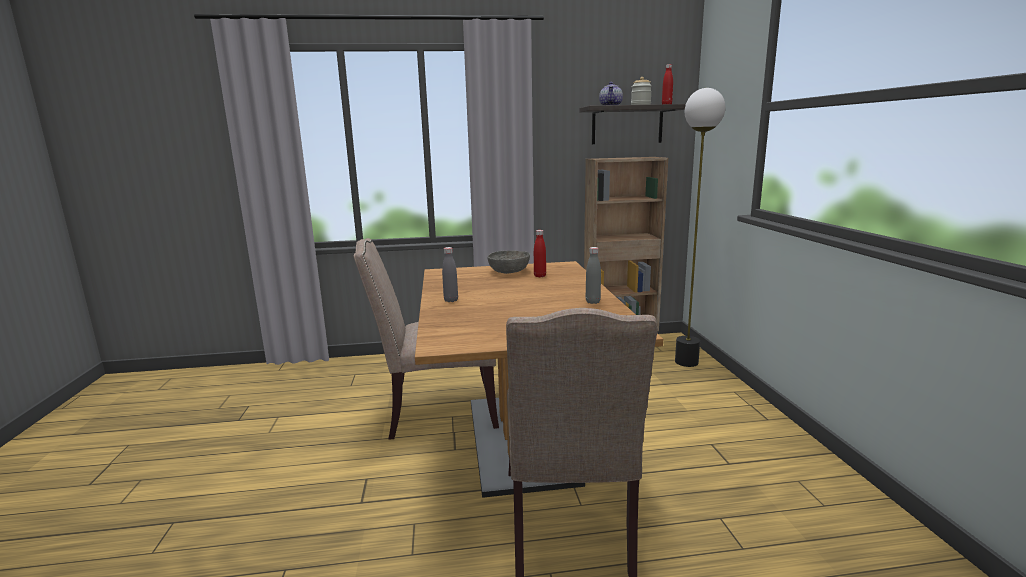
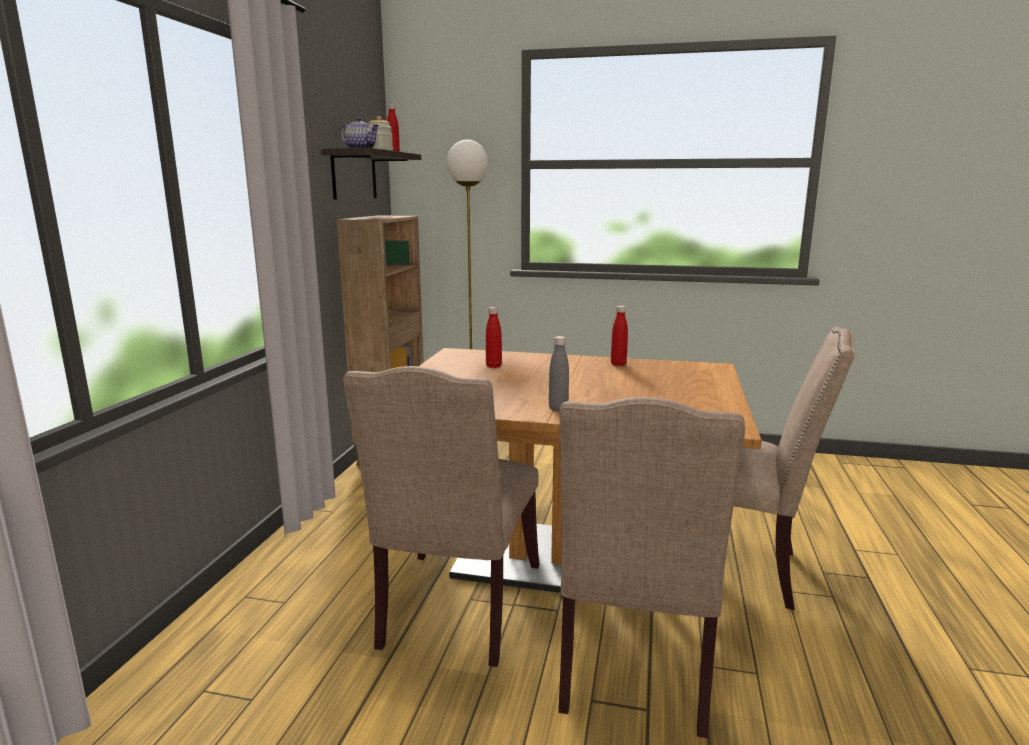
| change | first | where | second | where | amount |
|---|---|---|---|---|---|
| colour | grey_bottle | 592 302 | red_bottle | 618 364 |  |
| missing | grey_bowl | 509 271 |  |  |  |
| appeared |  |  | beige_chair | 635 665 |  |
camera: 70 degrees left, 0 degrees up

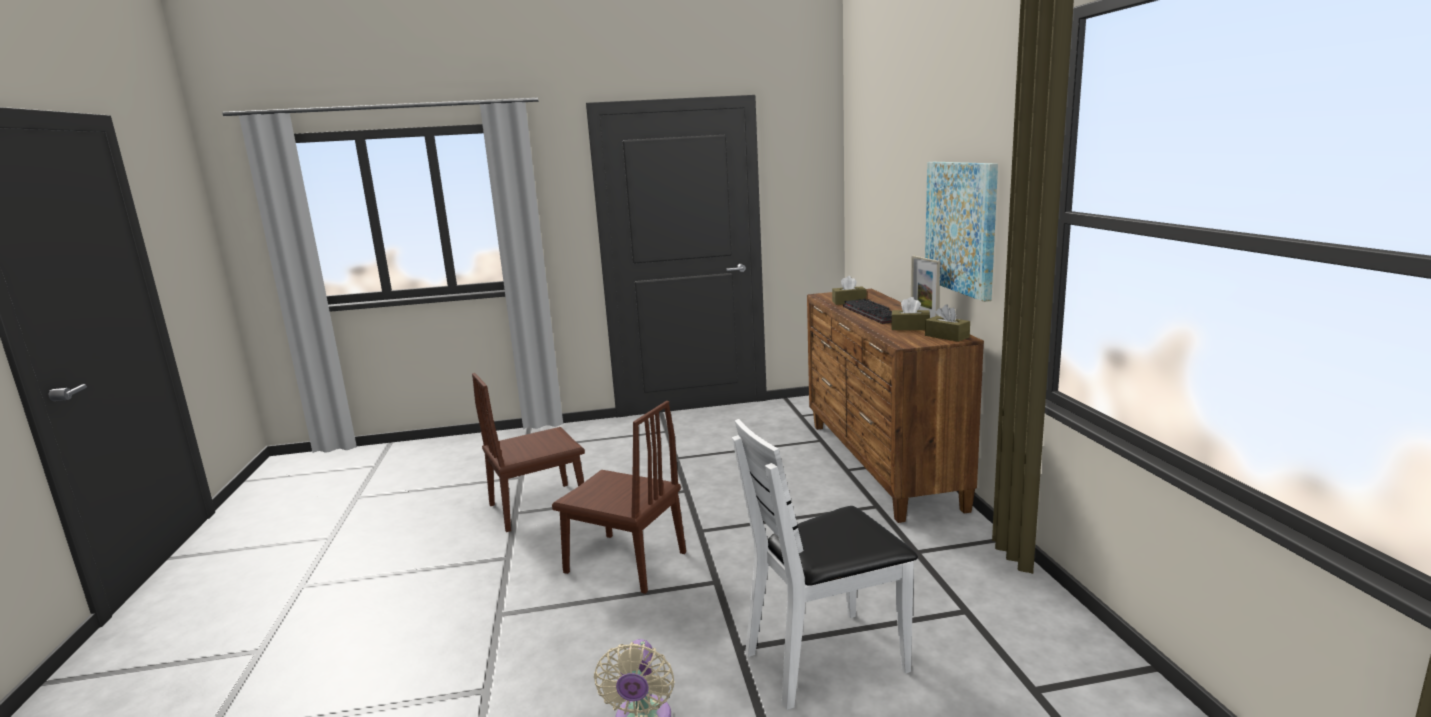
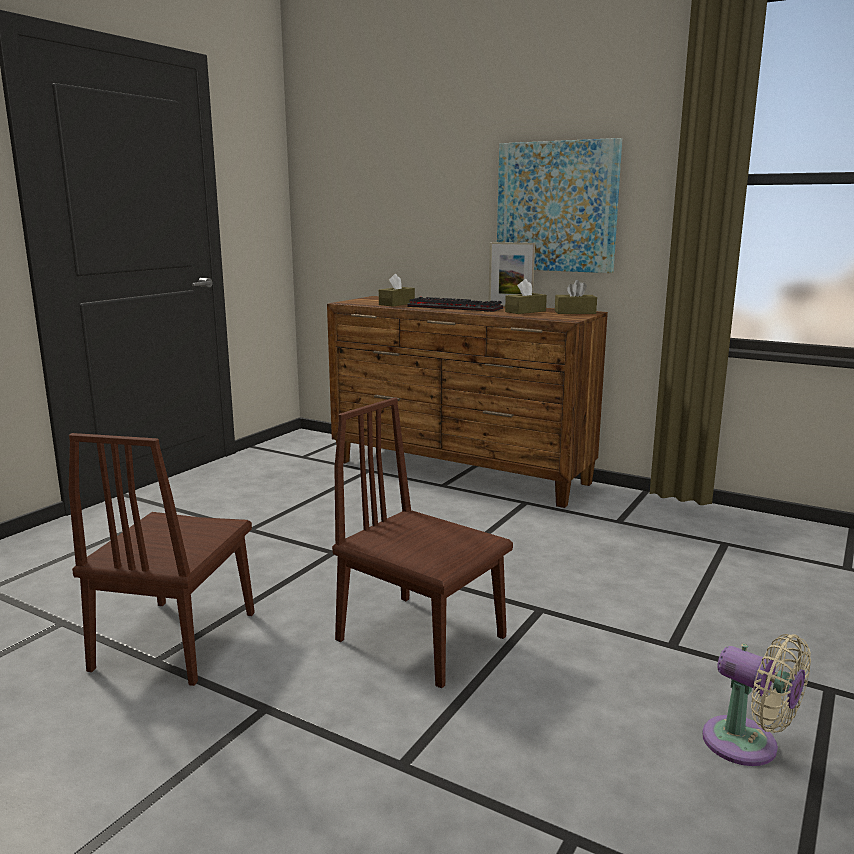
| change | first | where | second | where | amount |
|---|---|---|---|---|---|
| spun | brown_chair | 625 562 |  | 421 638 | 120 degrees counterclockwise |
| missing | white_chair | 826 659 |  |  |  |
camera: 50 degrees left, 0 degrees up

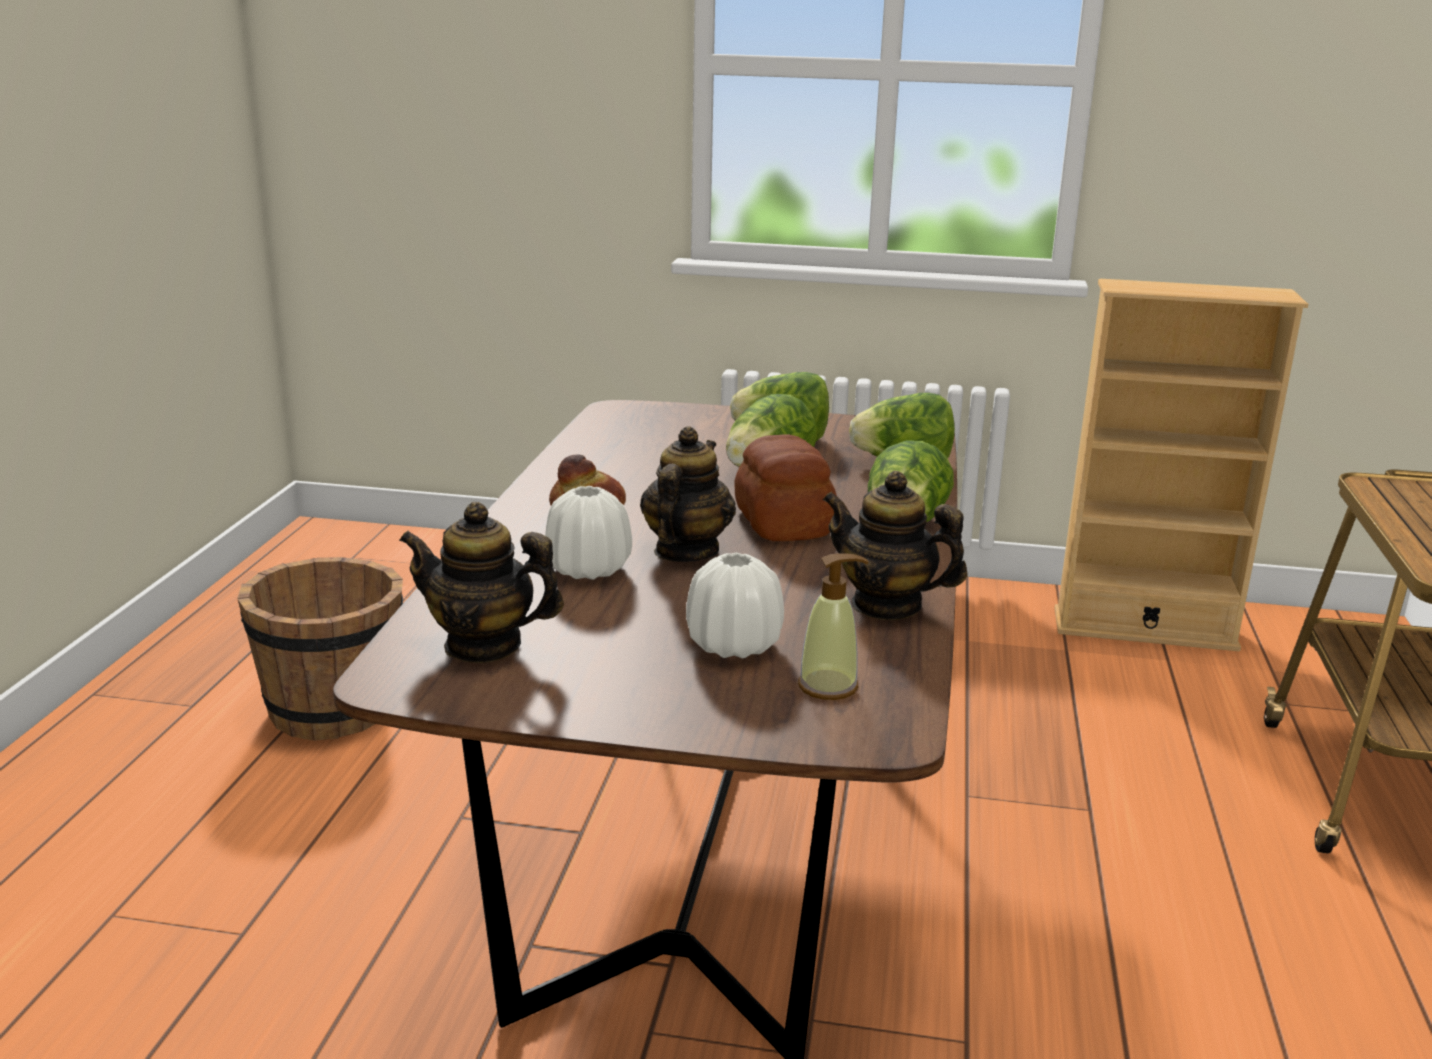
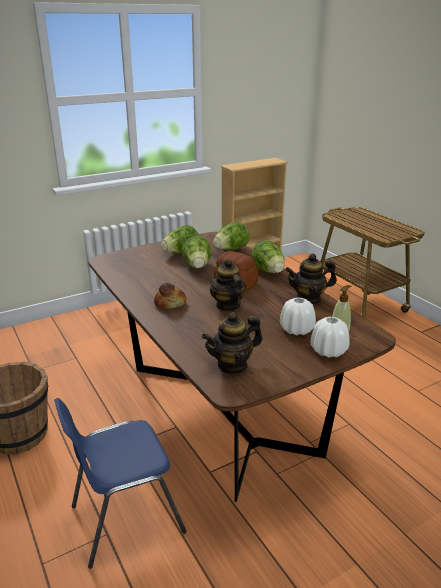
| change | first | where | second | where | amount |
|---|---|---|---|---|---|
| relocated | white_vase | 588 569 |  | 328 351 |  |
| appeared |  |  | blue_chair | 125 518 |  |
camera: 40 degrees left, 5 degrees up

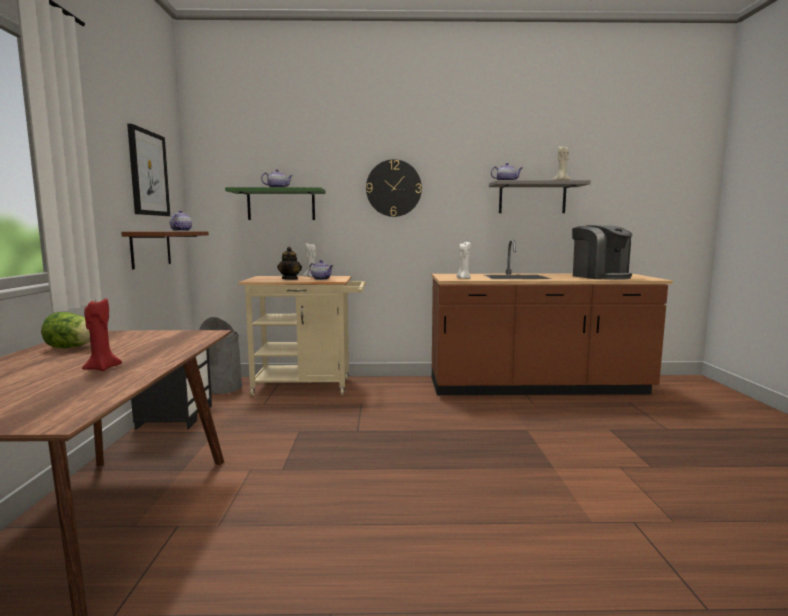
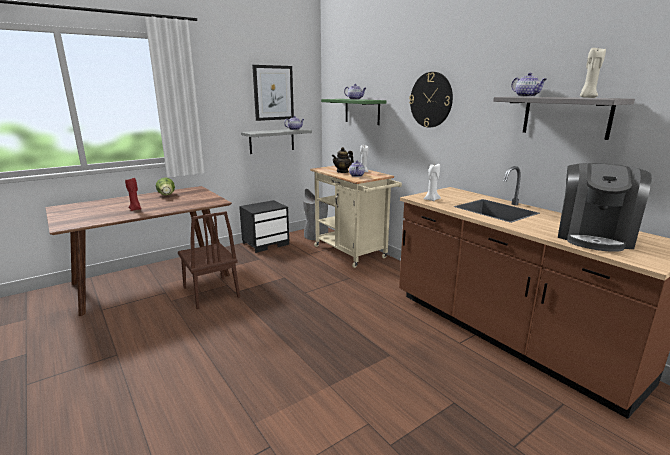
| change | first | where | second | where | amount |
|---|---|---|---|---|---|
| colour | brown_shelf | 151 249 | grey_shelf | 272 141 |  |
| appeared |  |  | brown_chair | 211 292 |  |
camera: 55 degrees right, 10 degrees up

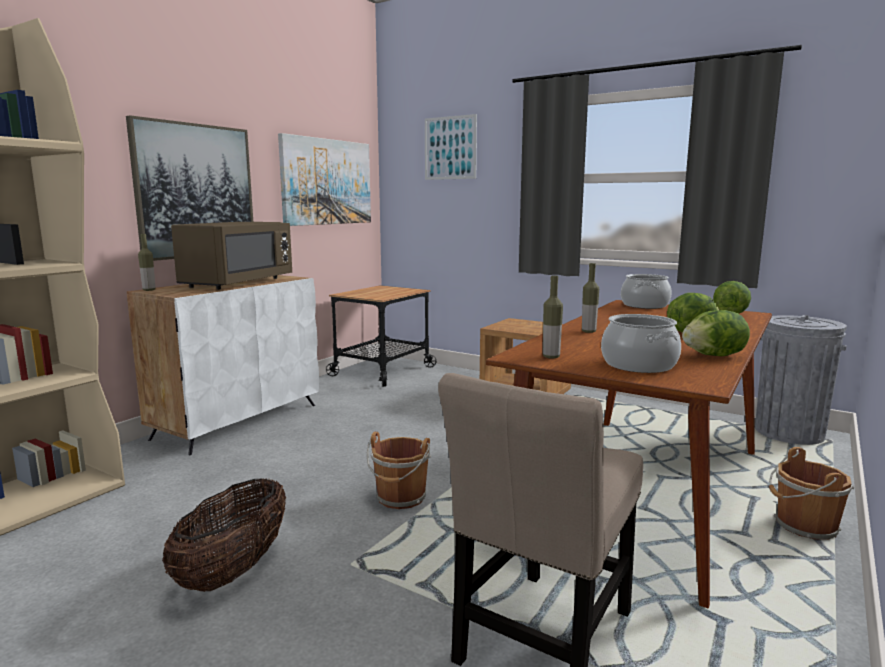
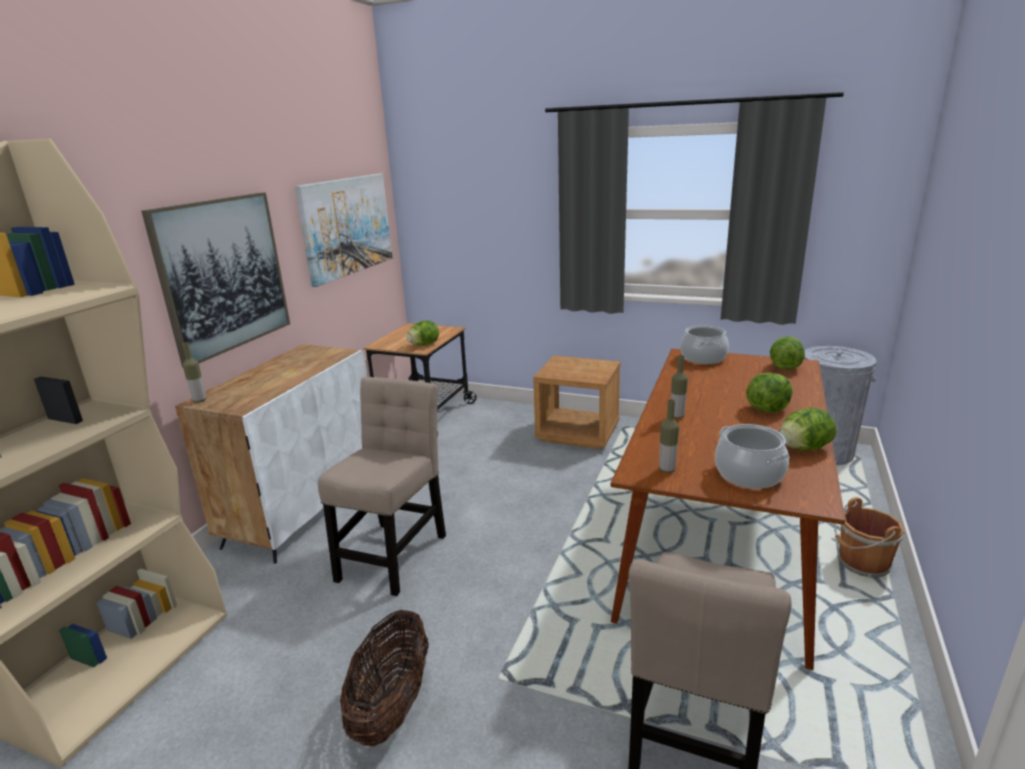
| change | first | where | second | where | amount |
|---|---|---|---|---|---|
| missing | picture | 450 148 |  |  |  |
| missing | brown_microwave | 238 283 |  |  |  |
| missing | brown_bucket | 400 498 |  |  |  |
| appeared |  |  | lettuce | 424 345 |  |
| appeared |  |  | beige_chair | 394 553 |  |
camera: 10 degrees left, 10 degrees up

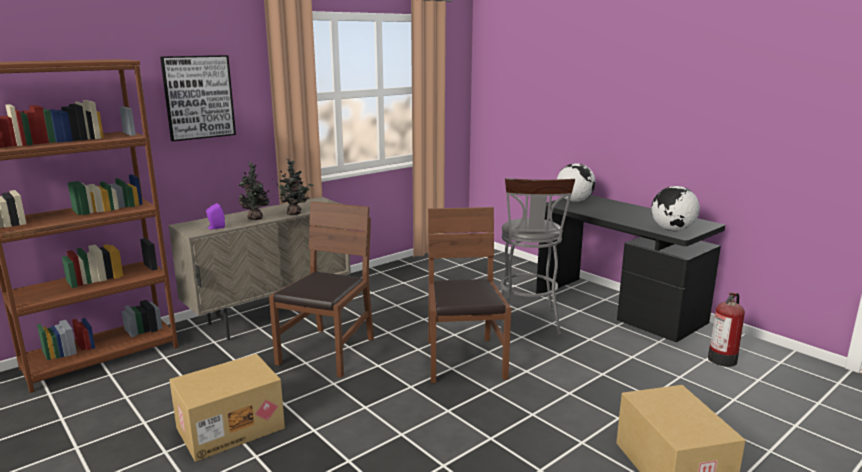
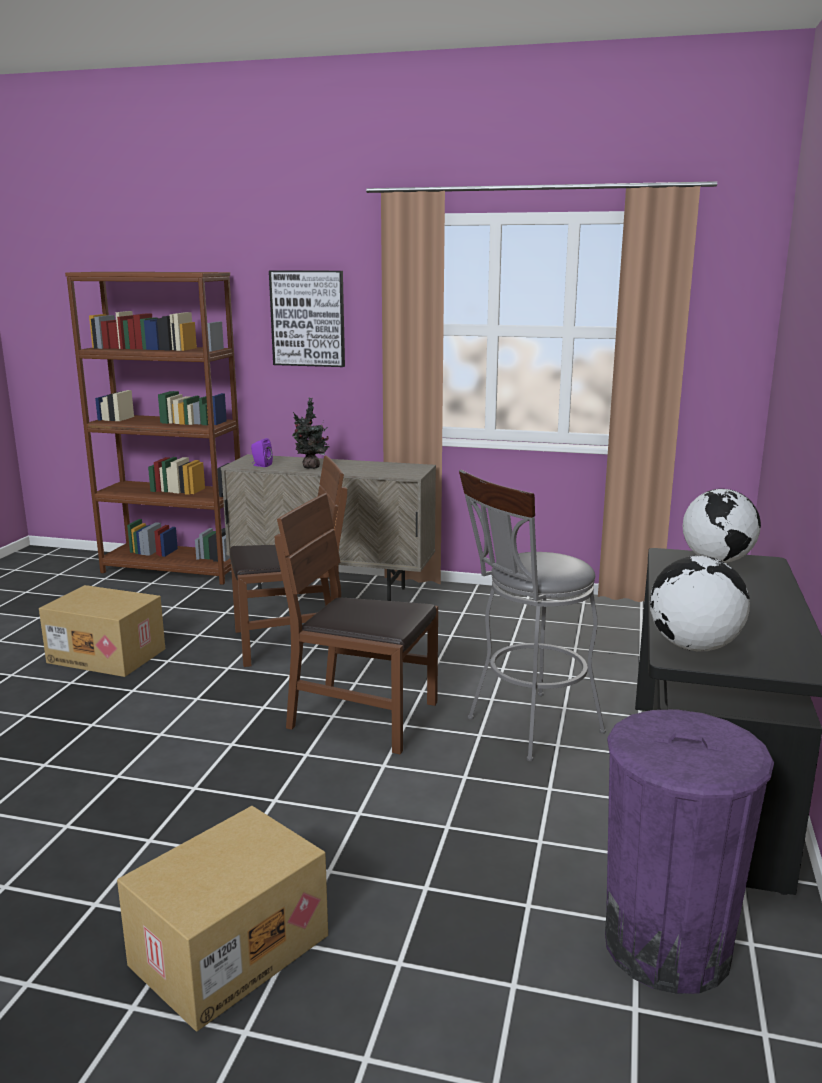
| change | first | where | second | where | amount |
|---|---|---|---|---|---|
| missing | potted_plant | 295 213 |  |  |  |
| spun | brown_chair | 464 359 |  | 363 716 | 120 degrees counterclockwise |
| exchanged | fire_extinguisher | 723 359 | purple_trash_can | 667 945 |  |
camera: 55 degrees right, 0 degrees up

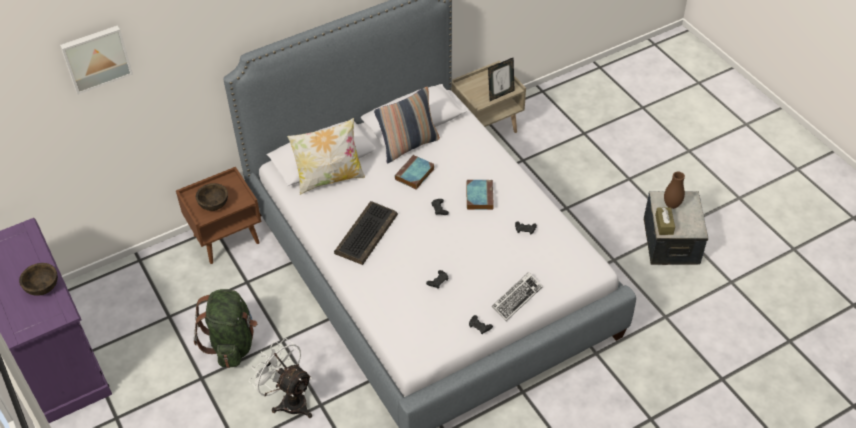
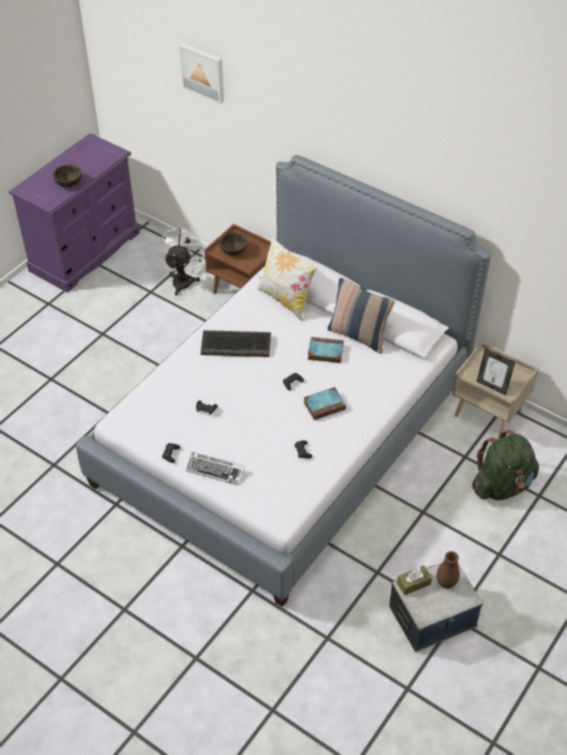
| change | first | where | second | where | amount |
|---|---|---|---|---|---|
| relocated | green_backpack | 232 343 |  | 502 485 |  |
| relocated | white_fan | 289 400 |  | 184 279 |  |
camera: 65 degrees right, 0 degrees up

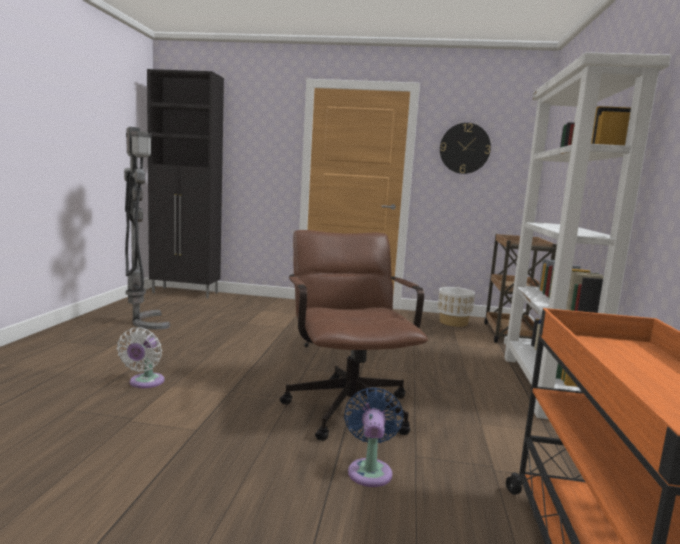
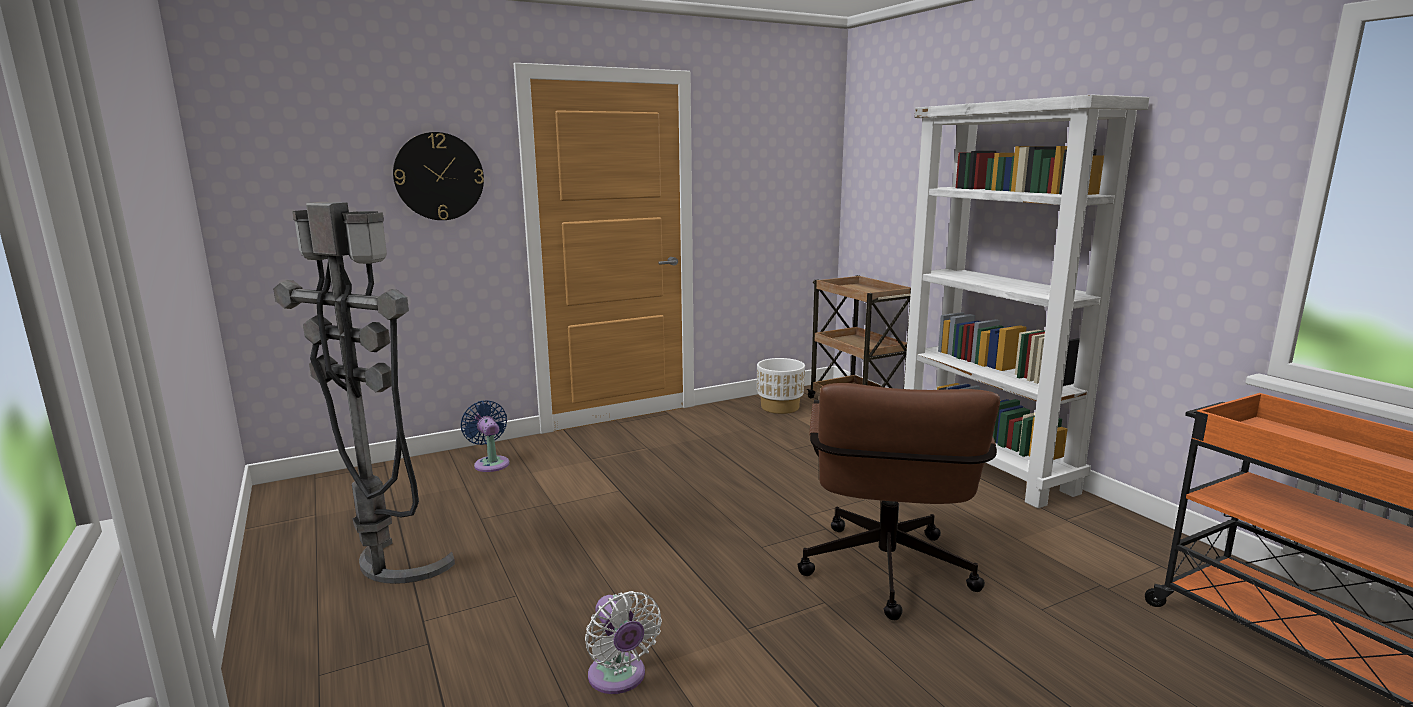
| change | first | where | second | where | amount |
|---|---|---|---|---|---|
| missing | black_cabinet | 186 293 |  |  |  |
| relocated | wall_clock | 464 148 |  | 439 176 |  |
| spun | brown_office_chair | 346 404 |  | 886 578 | 120 degrees counterclockwise |
| relocated | blue_fan | 370 470 |  | 490 463 |  |
camera: 35 degrees left, 5 degrees up

